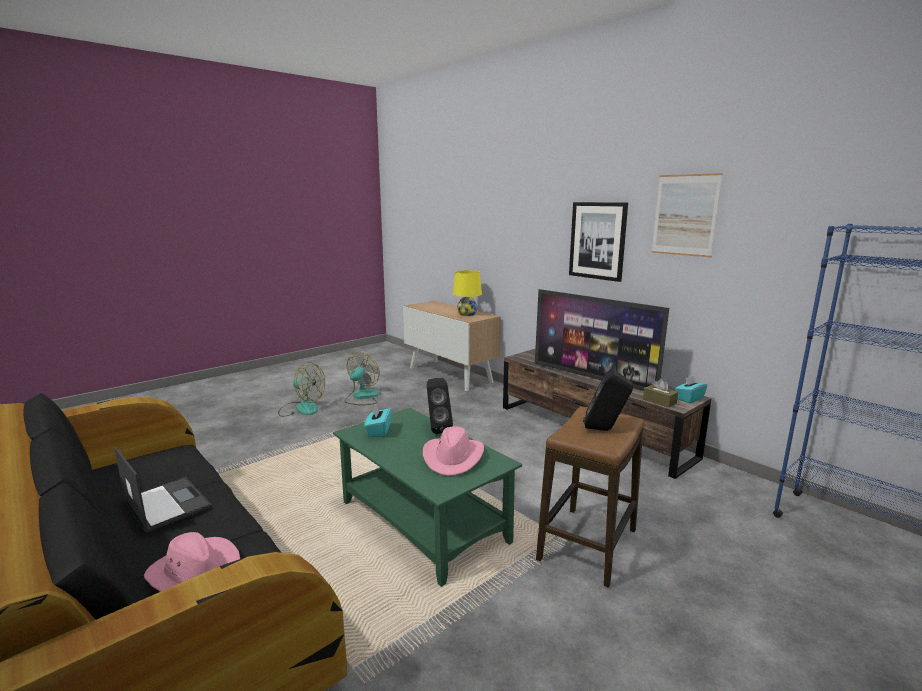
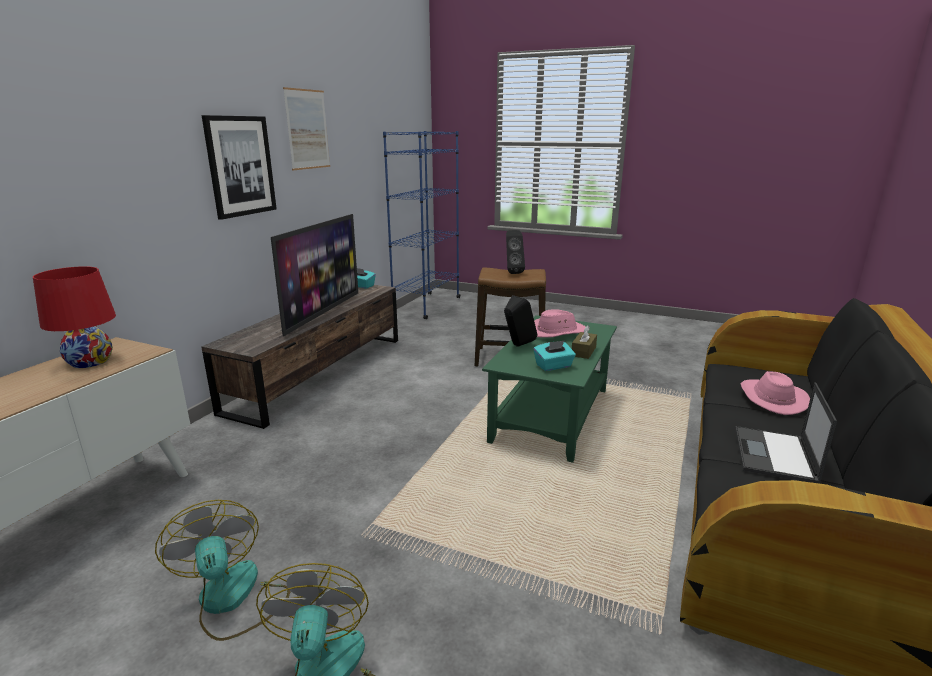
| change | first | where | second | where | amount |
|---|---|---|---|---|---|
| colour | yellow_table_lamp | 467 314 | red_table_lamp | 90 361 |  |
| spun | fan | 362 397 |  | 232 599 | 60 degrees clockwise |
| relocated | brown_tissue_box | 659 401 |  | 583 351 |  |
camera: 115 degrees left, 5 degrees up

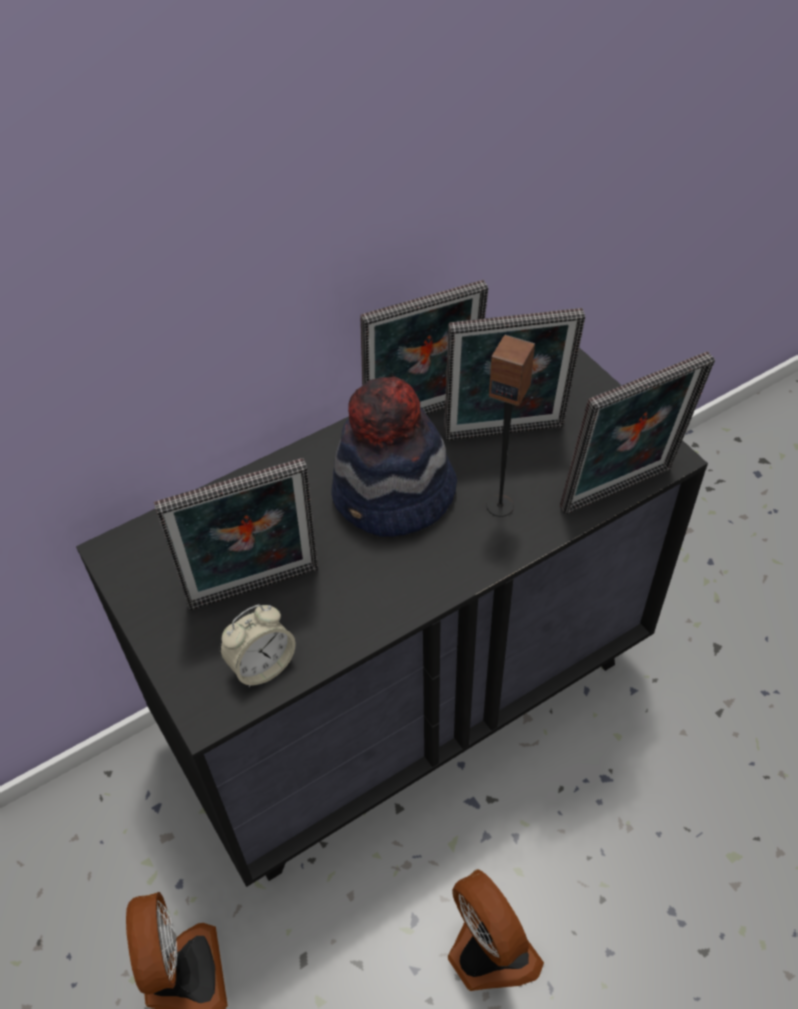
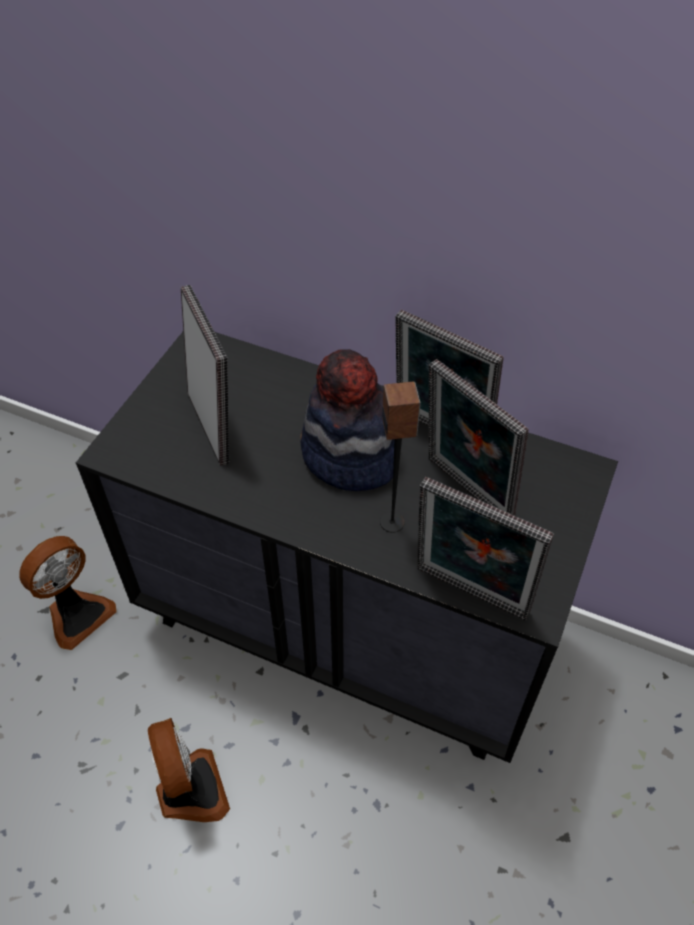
| change | first | where | second | where | amount |
|---|---|---|---|---|---|
| spun | picture_frame | 255 592 |  | 214 425 | 150 degrees counterclockwise |
| missing | alarm_clock | 262 665 |  |  |  |
| spun | fan | 488 952 |  | 190 791 | 45 degrees counterclockwise |
camera: 55 degrees right, 0 degrees up

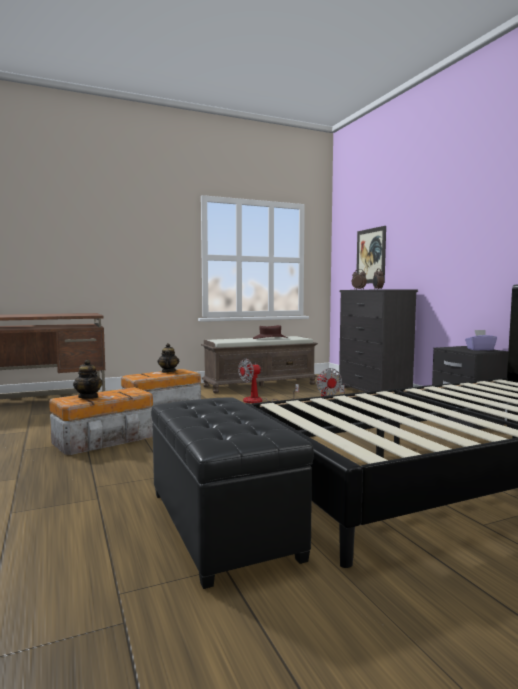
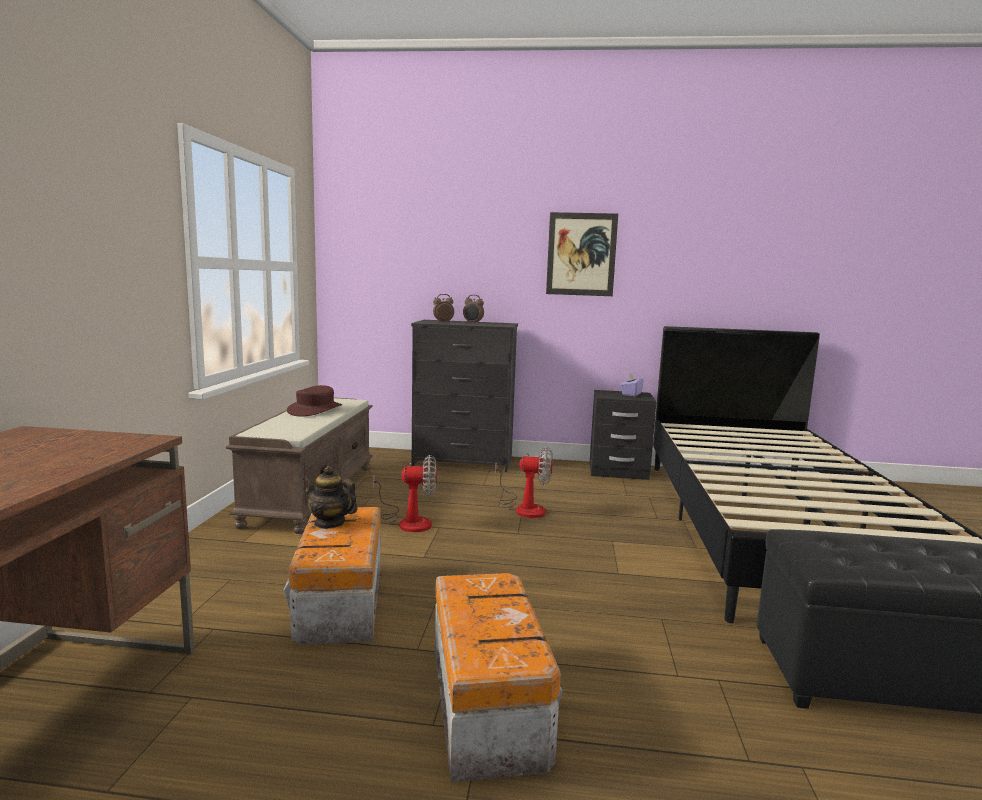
| change | first | where | second | where | amount |
|---|---|---|---|---|---|
| relocated | picture | 370 256 |  | 581 254 |  |
| spun | fan | 260 401 |  | 408 521 | 90 degrees counterclockwise |
| missing | teapot | 88 397 |  |  |  |
camera: 60 degrees left, 5 degrees up

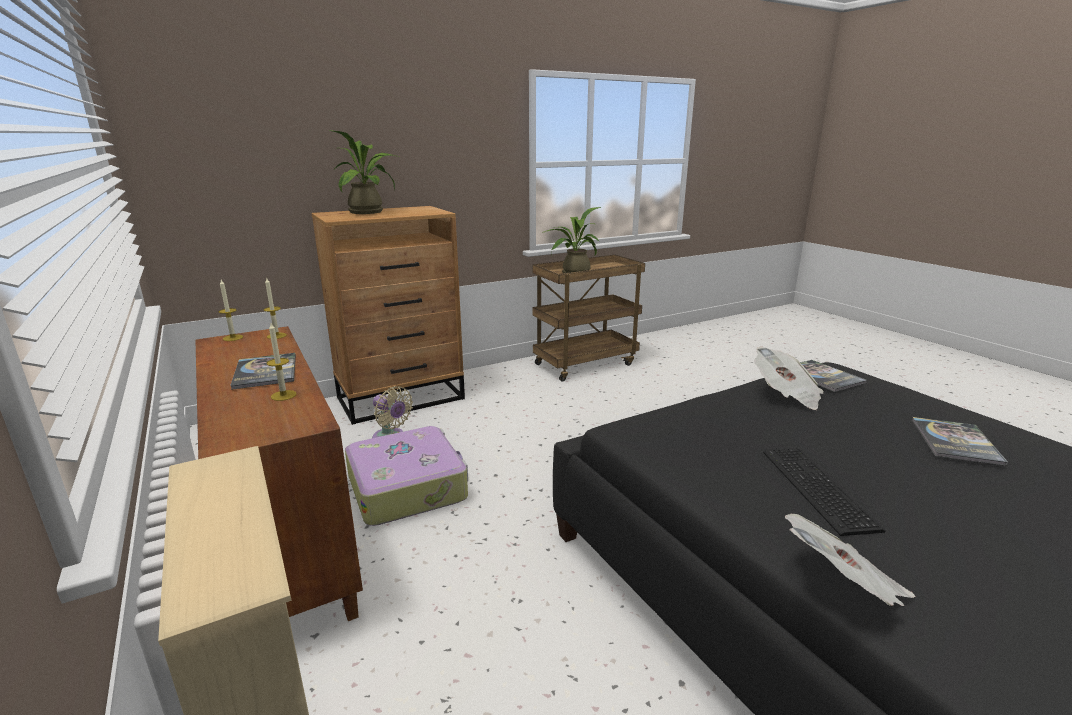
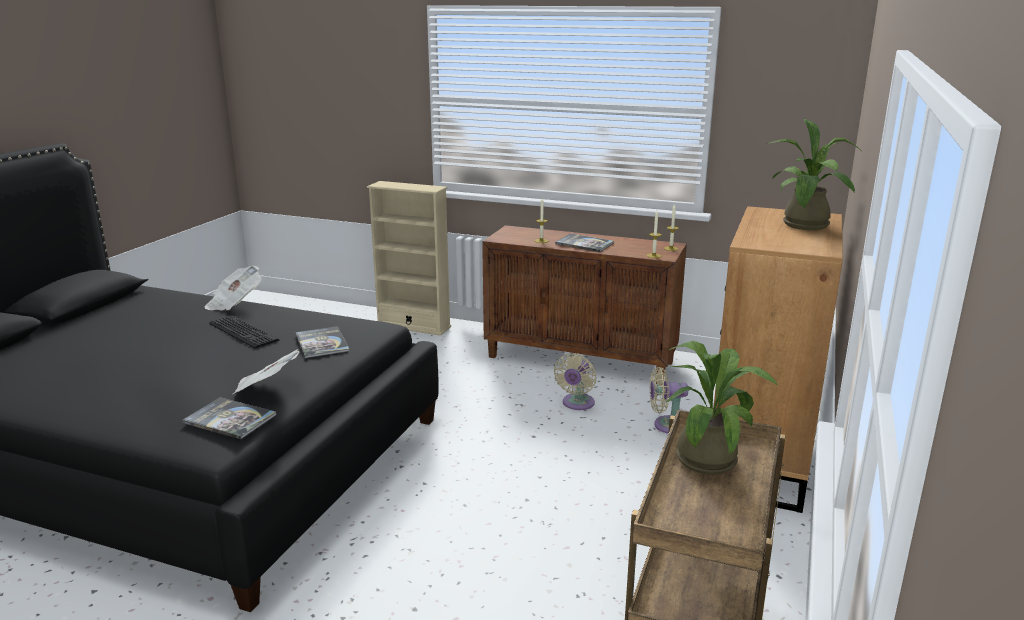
| change | first | where | second | where | amount |
|---|---|---|---|---|---|
| relocated | book | 955 442 |  | 322 343 |  |
| exchanged | suitcase | 408 487 | beige_fan | 577 404 |  |
camera: 140 degrees right, 0 degrees up

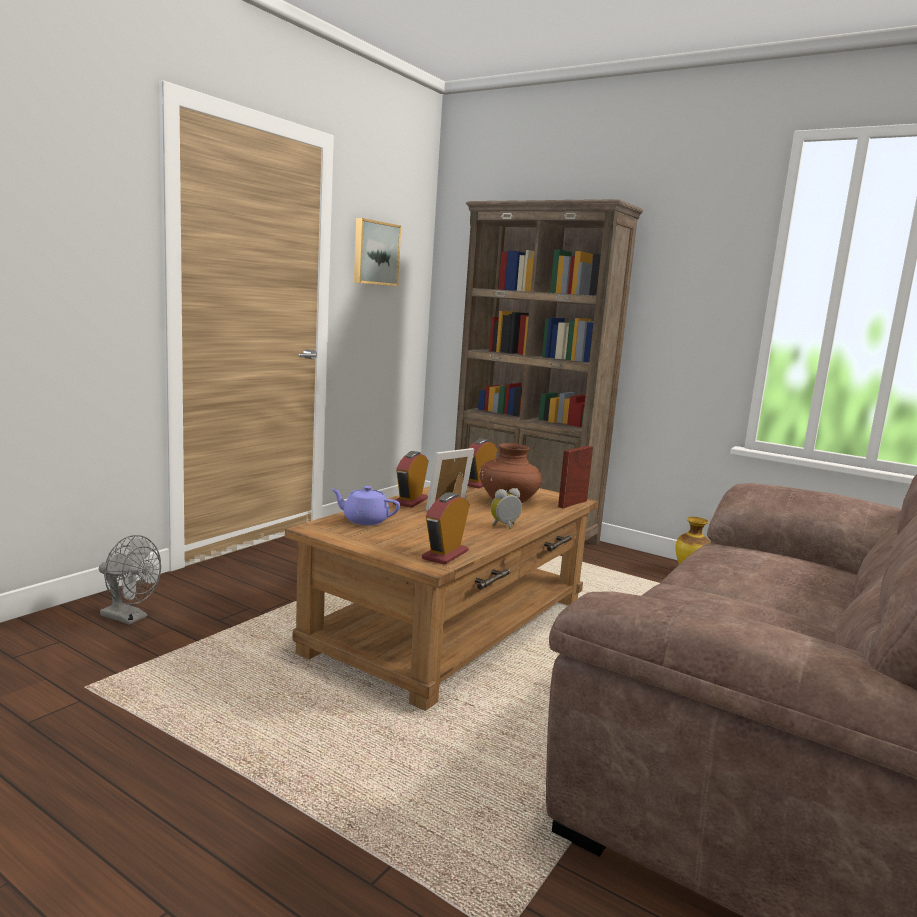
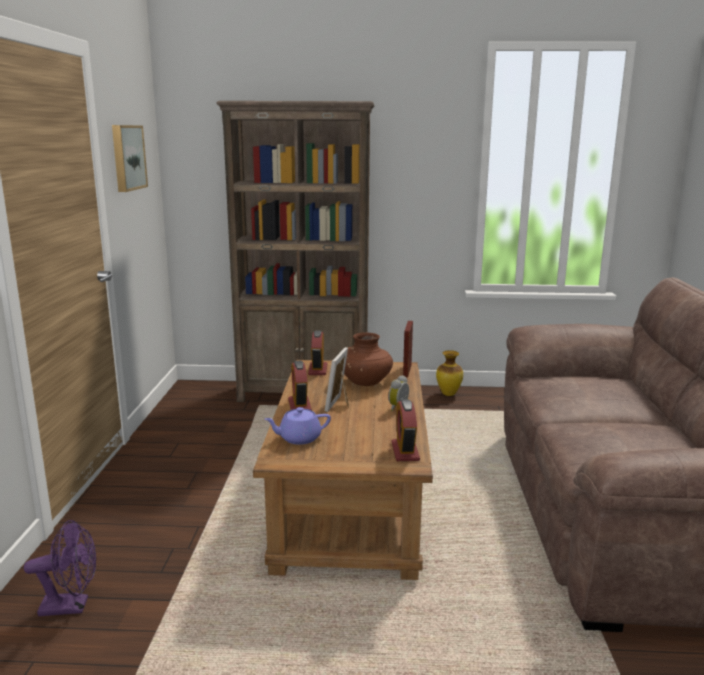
| change | first | where | second | where | amount |
|---|---|---|---|---|---|
| colour | grey_fan | 129 618 | purple_fan | 72 606 |  |
camera: 30 degrees left, 5 degrees up

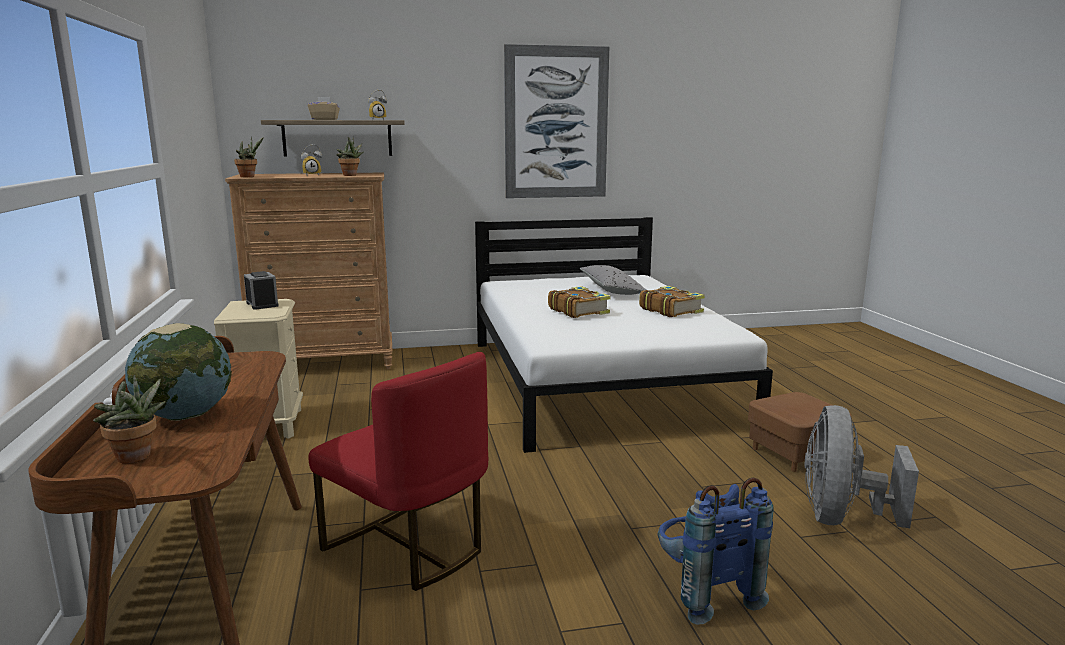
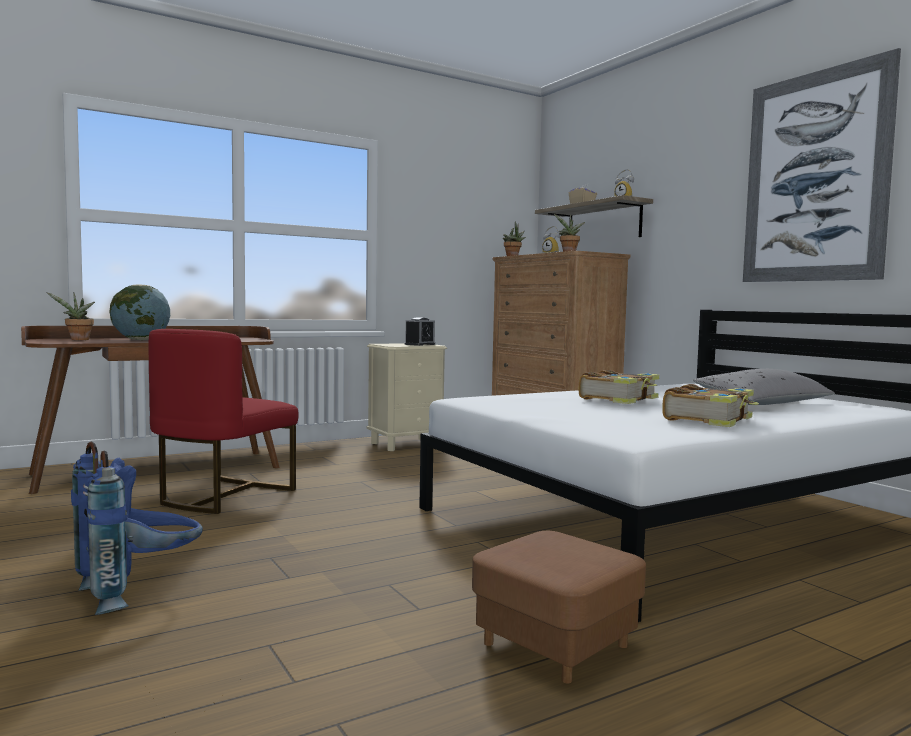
| change | first | where | second | where | amount |
|---|---|---|---|---|---|
| missing | grey_fan | 841 517 |  |  |  |
camera: 70 degrees right, 10 degrees down

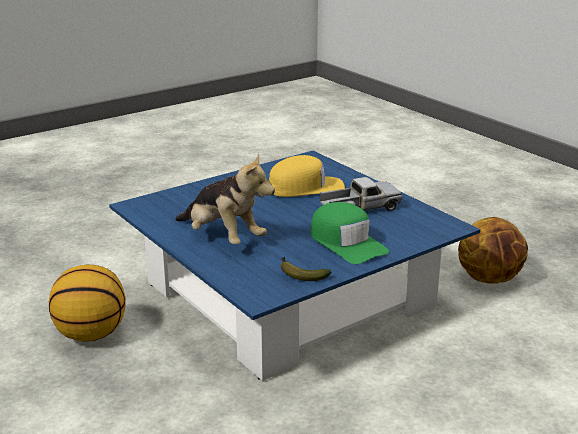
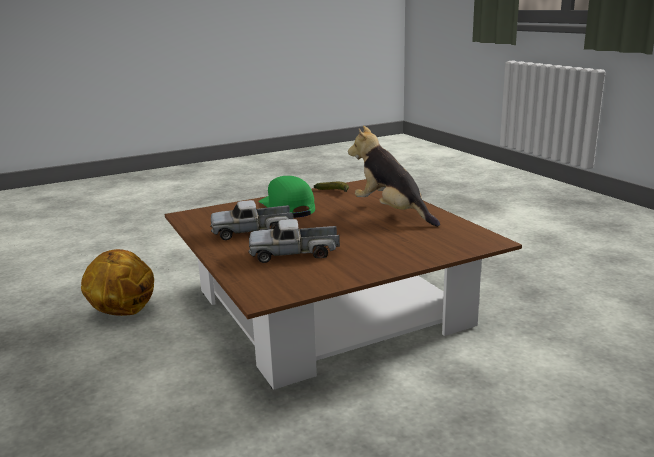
| change | first | where | second | where | amount |
|---|---|---|---|---|---|
| colour | blue_coffee_table | 286 294 | brown_coffee_table | 331 308 |  |
| exchanged | yellow_cap | 305 188 | toy_truck | 294 253 |  |
| missing | basketball | 91 334 |  |  |  |
camera: 170 degrees left, 5 degrees down

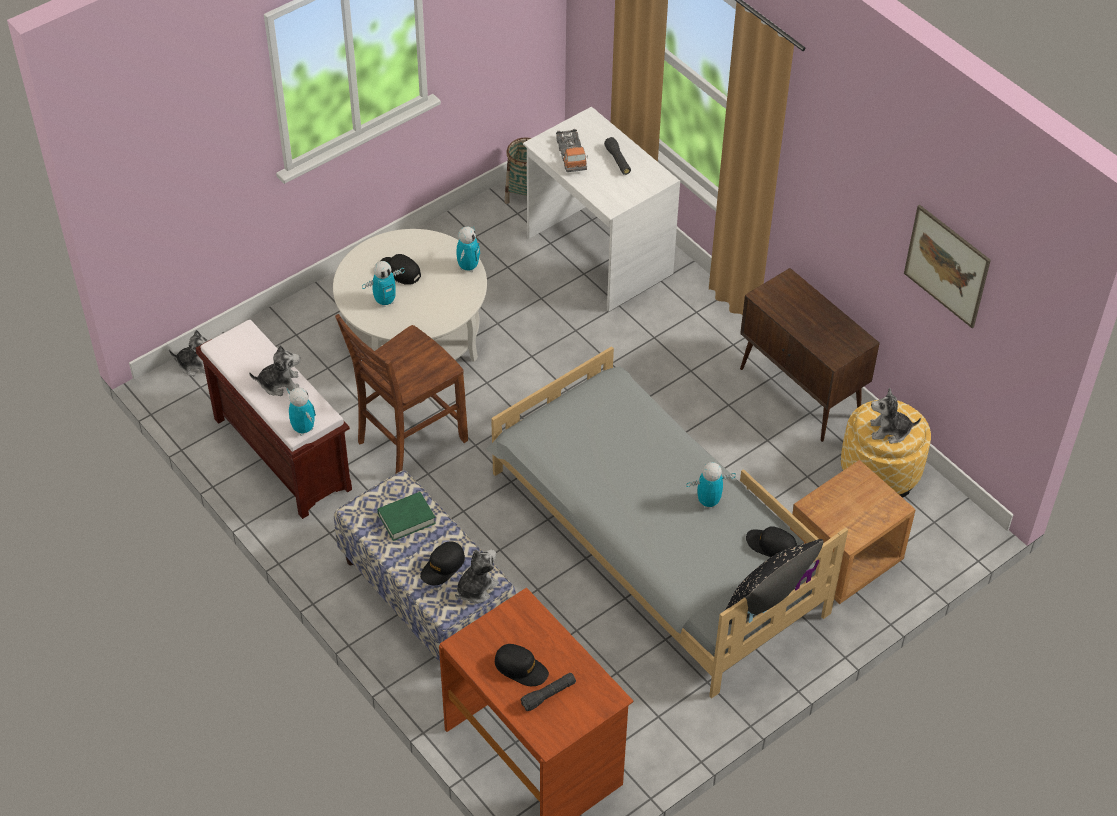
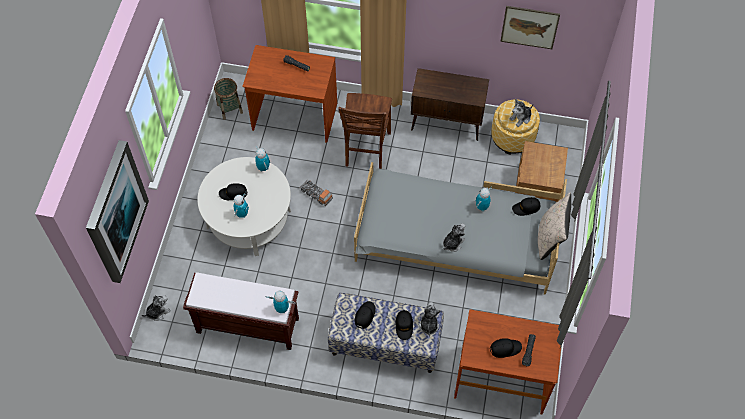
| change | first | where | second | where | amount |
|---|---|---|---|---|---|
| colour | white_desk | 598 255 | brown_desk | 294 117 |  |
| relocated | toy_truck | 571 155 |  | 316 194 |  |
| relocated | brown_chair | 408 441 |  | 366 150 |  |
| relocated | plush_toy | 279 383 |  | 452 243 |  |
| exchanged | green_book | 406 519 | black_cap | 365 315 |  |
| colour | black_pillow | 765 606 | beige_pillow | 550 238 |  |
| appeared |  |  | picture | 115 212 |  |
camera: 40 degrees left, 10 degrees up

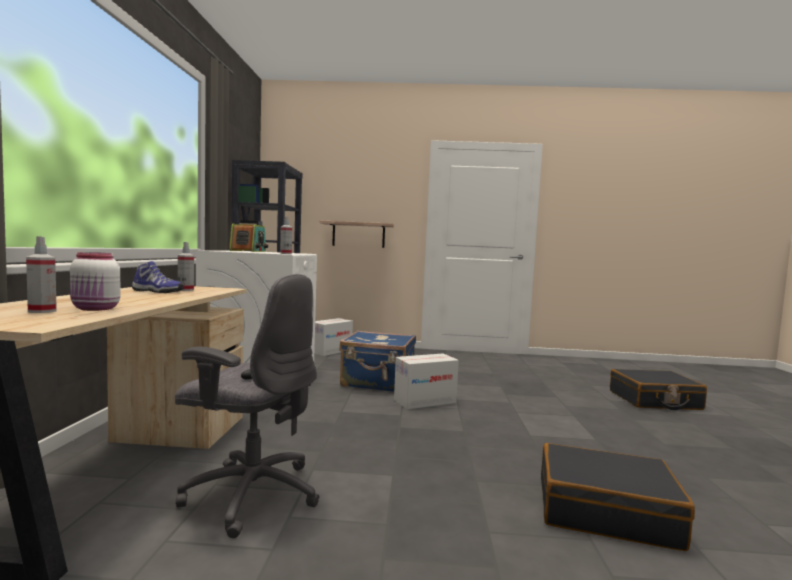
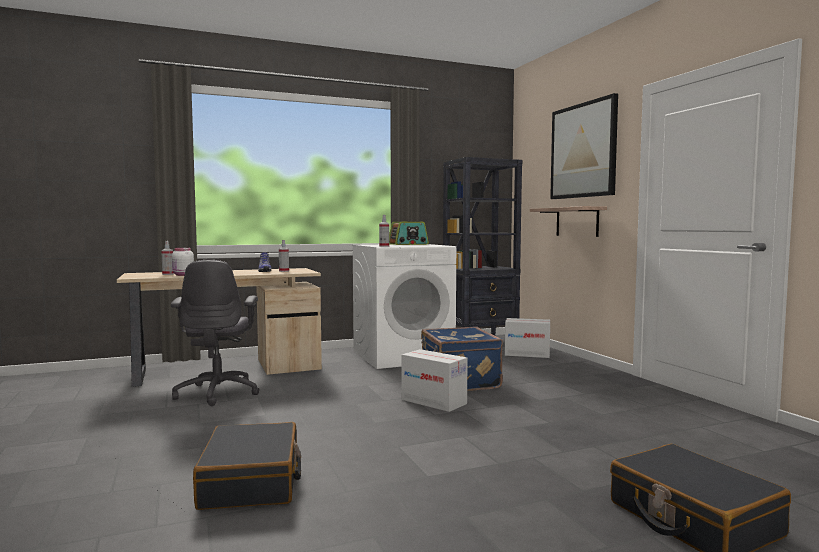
| change | first | where | second | where | amount |
|---|---|---|---|---|---|
| appeared |  |  | picture | 583 150 |  |
camera: 65 degrees right, 0 degrees up

